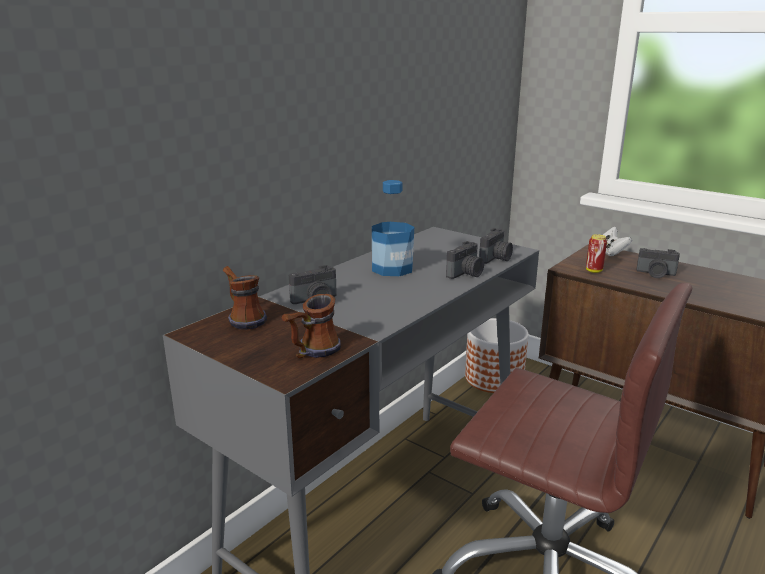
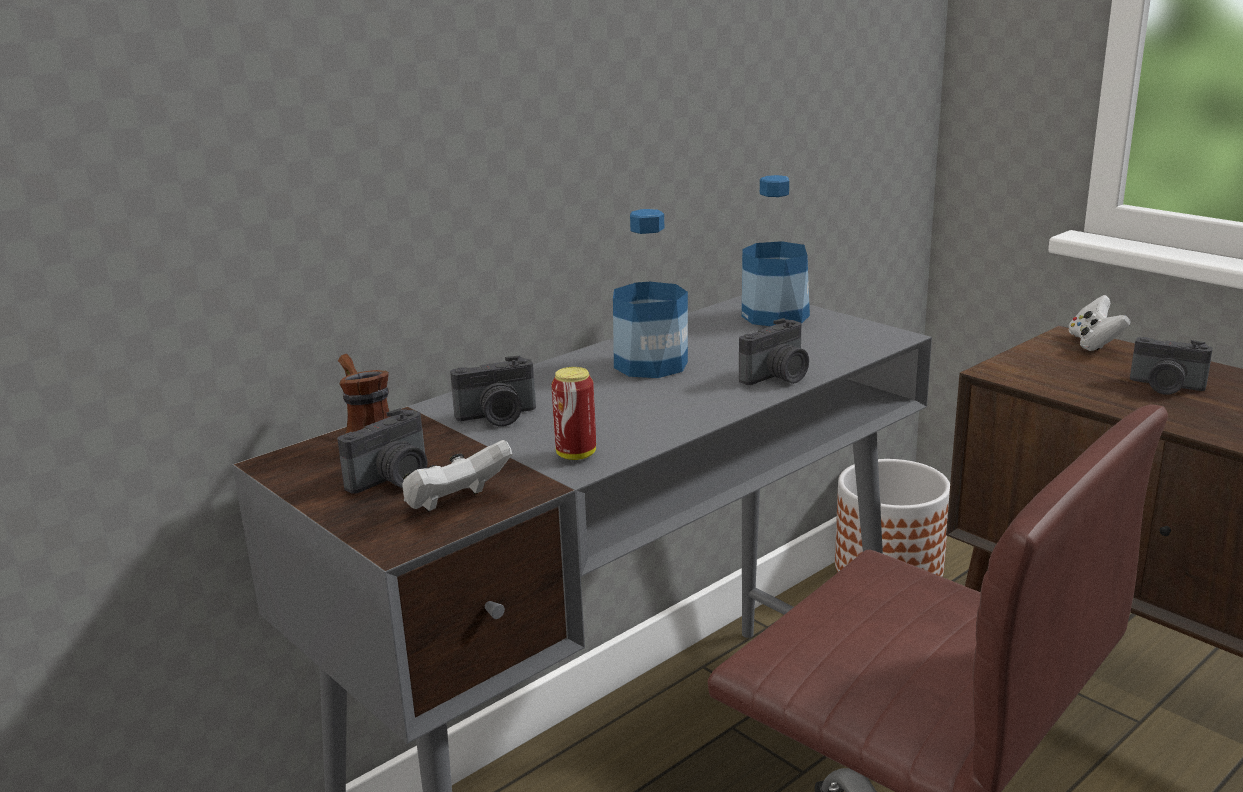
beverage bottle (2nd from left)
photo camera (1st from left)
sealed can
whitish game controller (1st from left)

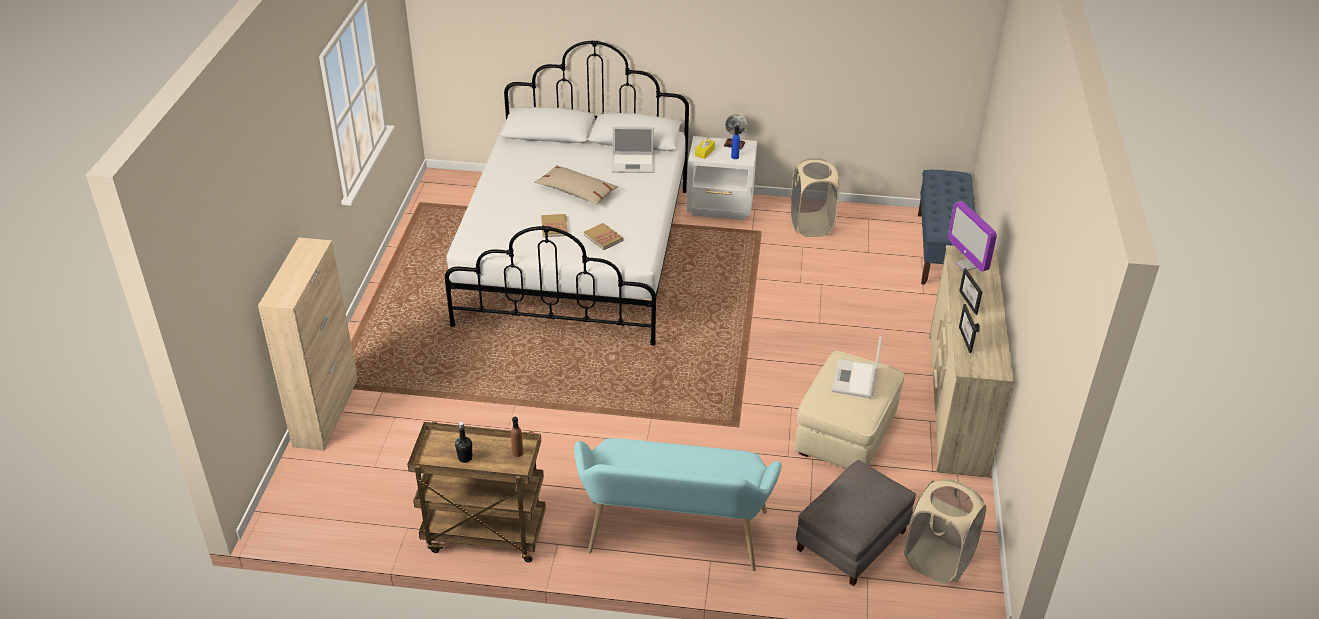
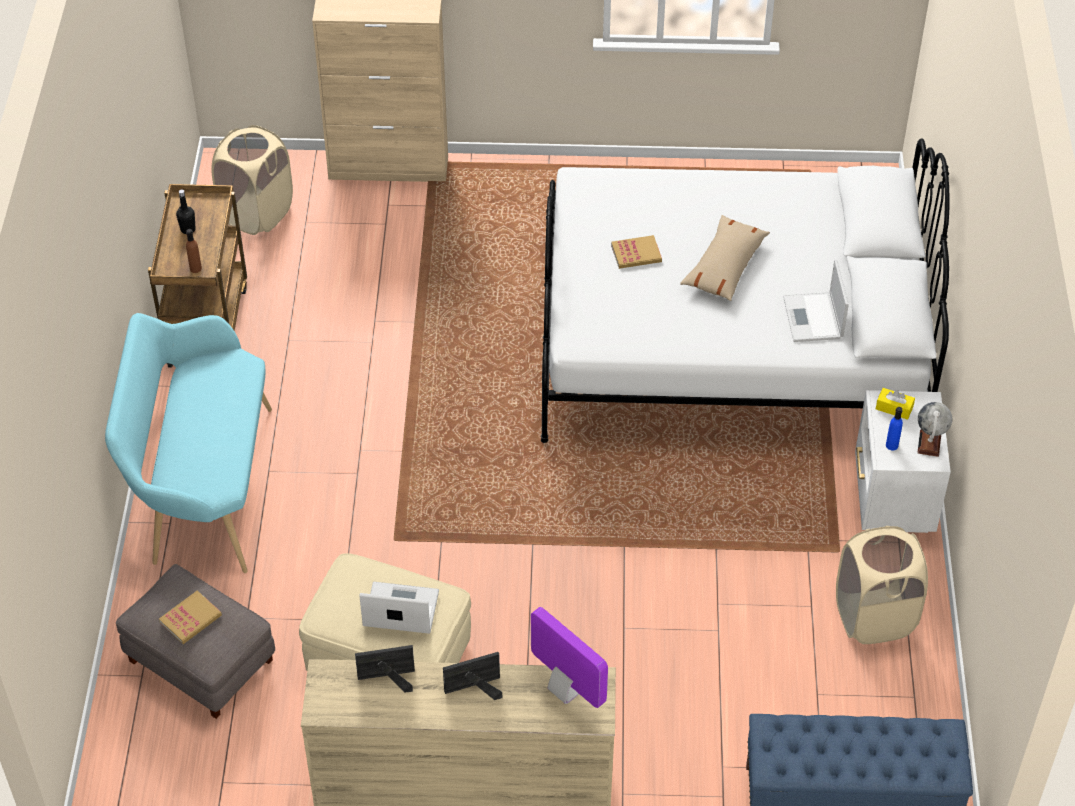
bound book (1st from left)
beige-coloured laundry basket (1st from left)
computer display

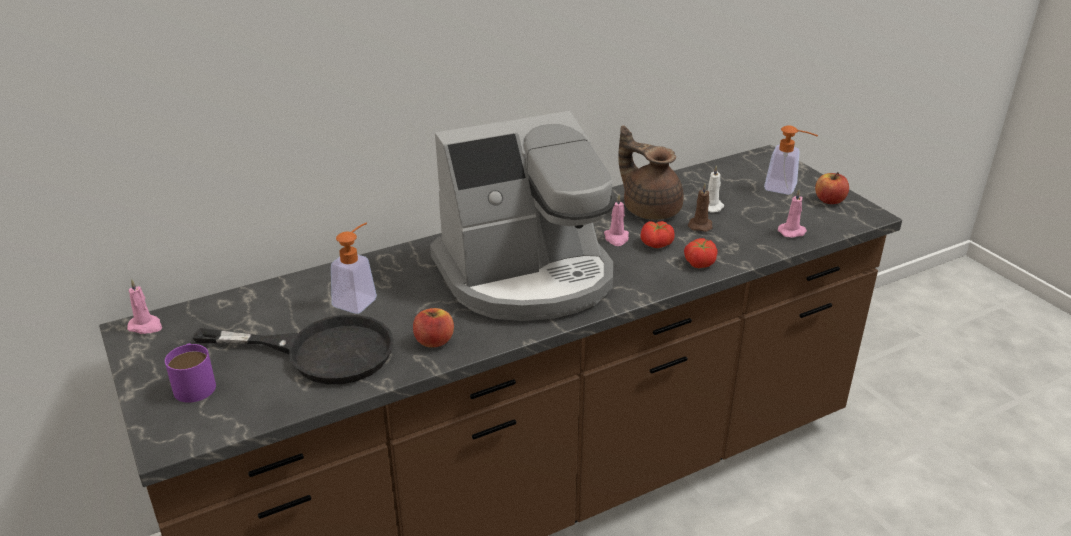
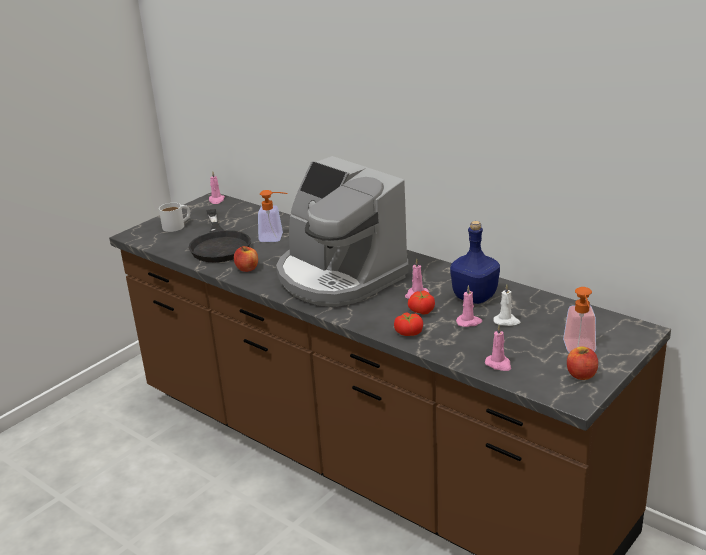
blue beverage bottle
whitish tea mug
pink wax light (3rd from left)

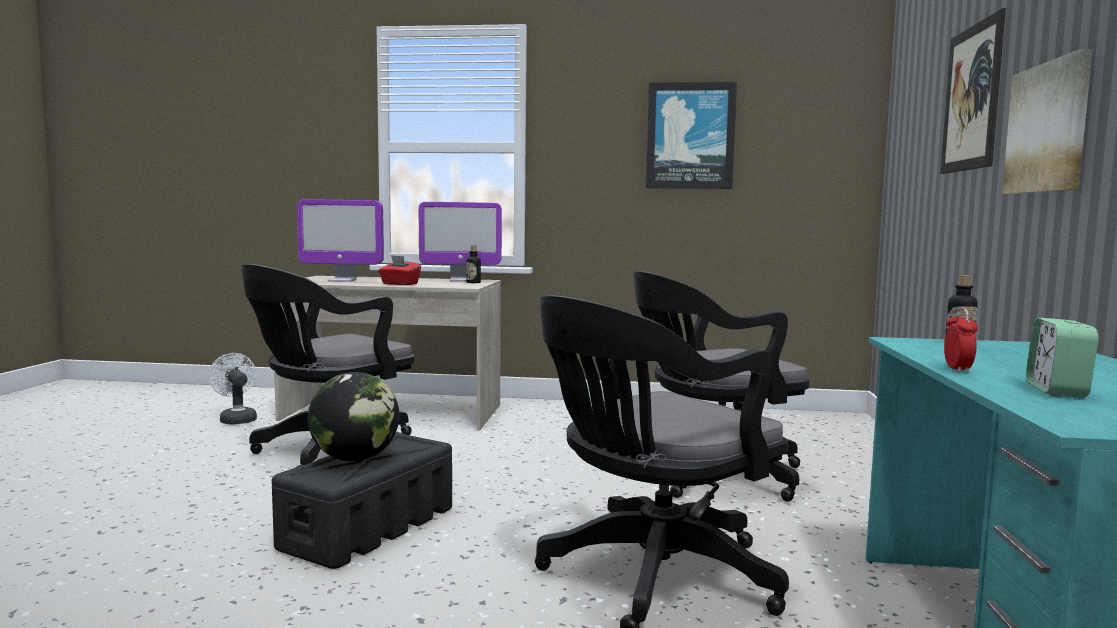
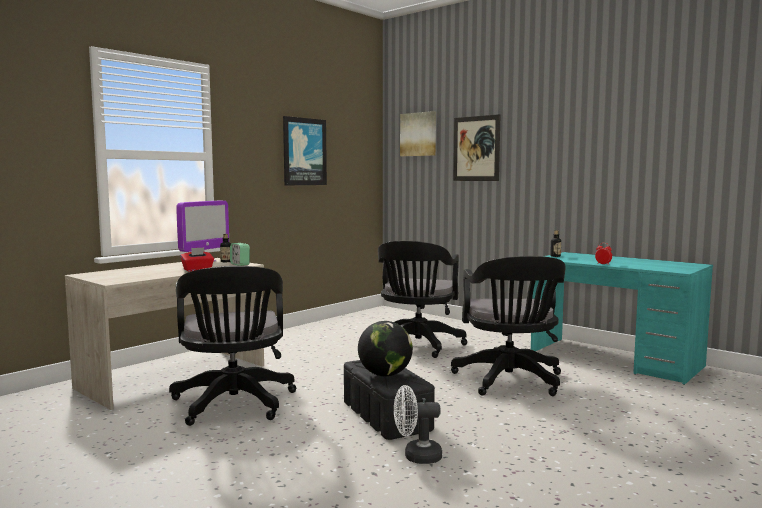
computer display (1st from left in the first image)
whitish electric fan
picture (2nd from left)
alarm clock (1st from left)

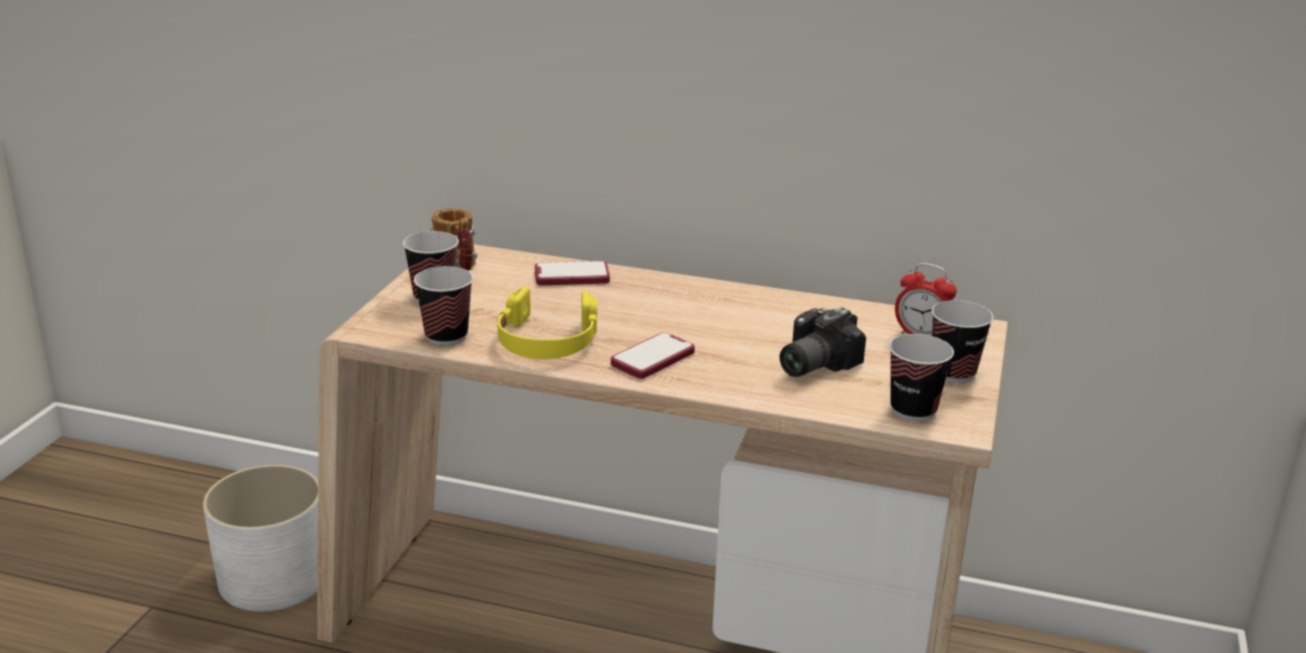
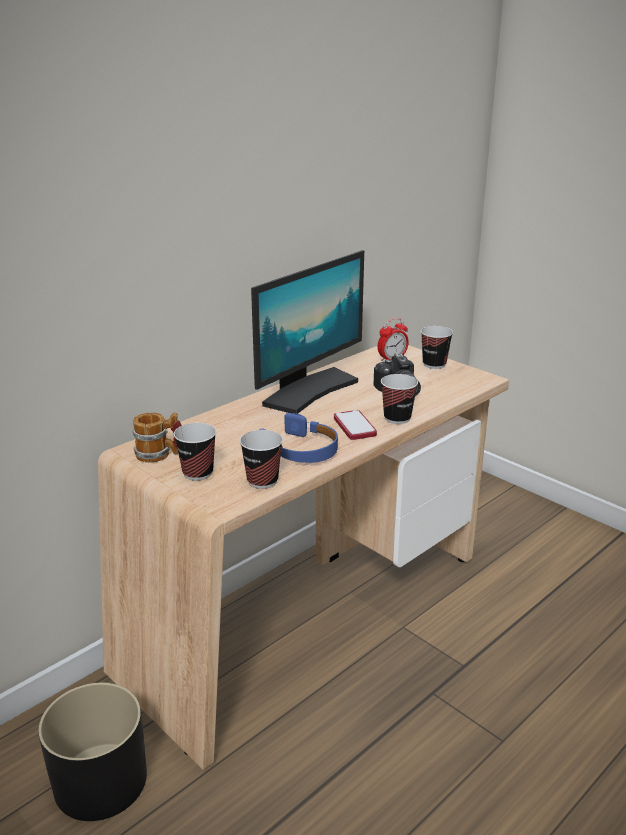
telephone (1st from left in the first image)
computer display
drinking cup (3rd from left)
black planter
blue headphones

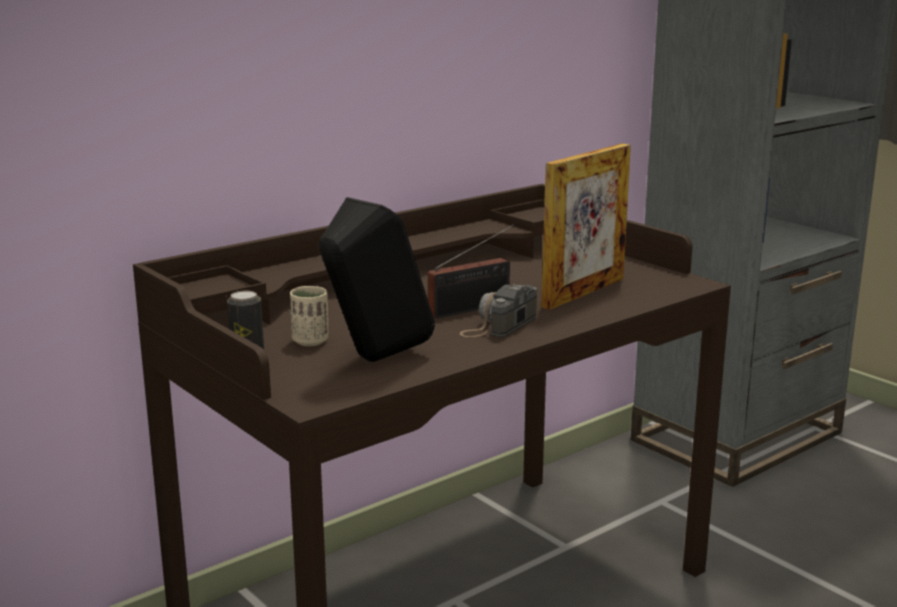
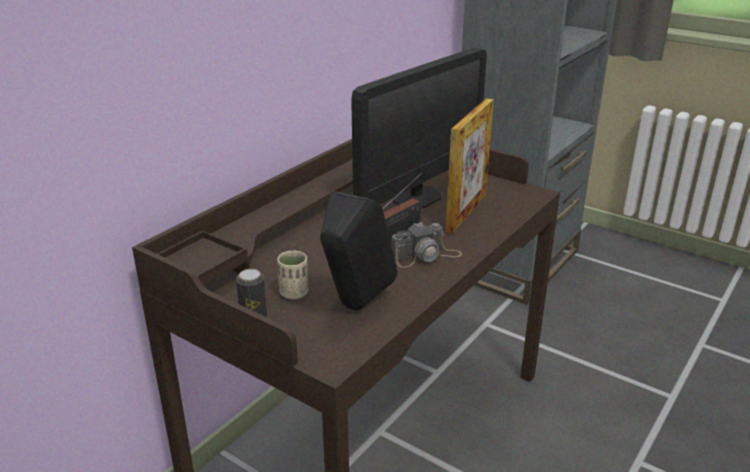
computer display
photo camera

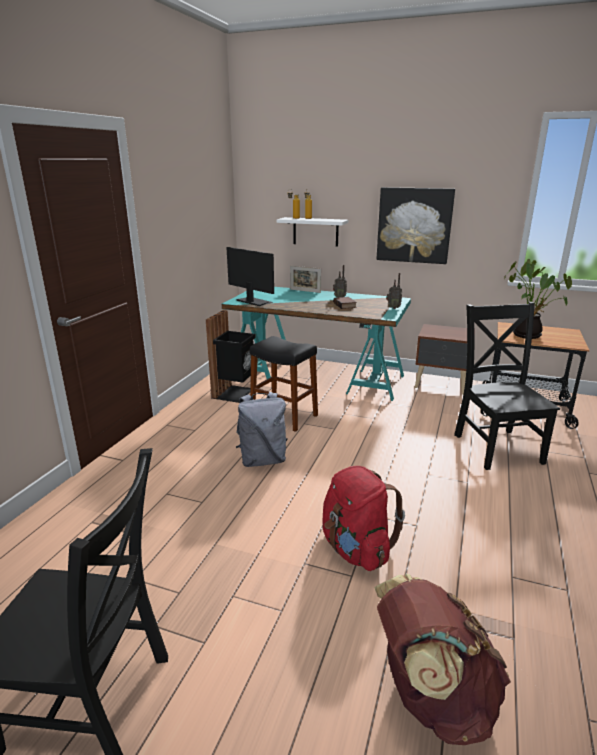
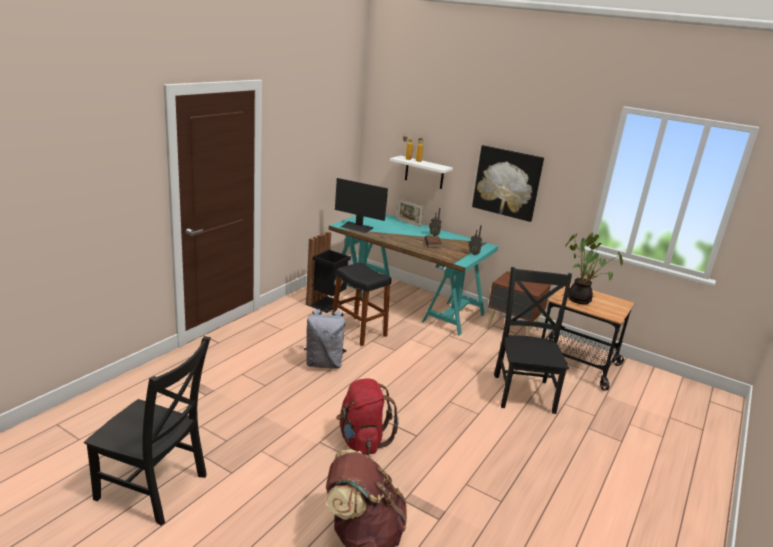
computer display

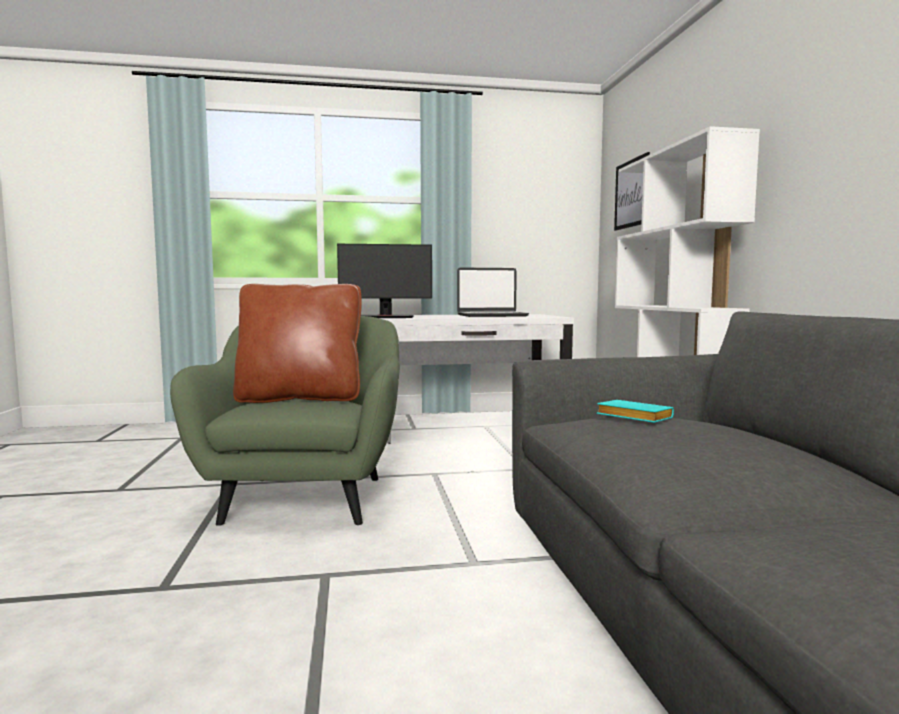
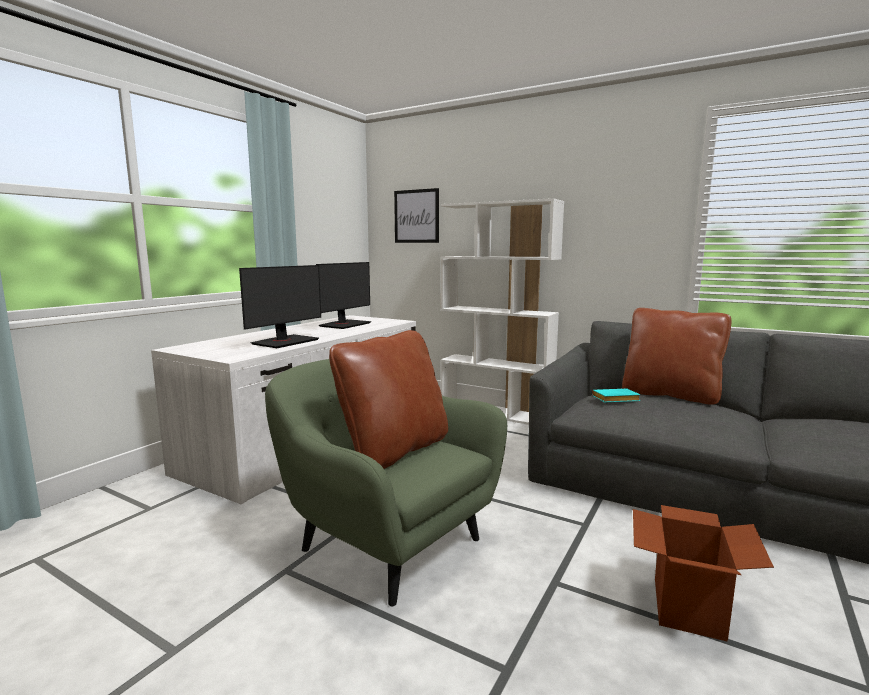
brown-coloured pillow (2nd from left)
cardboard box
computer display (2nd from left)

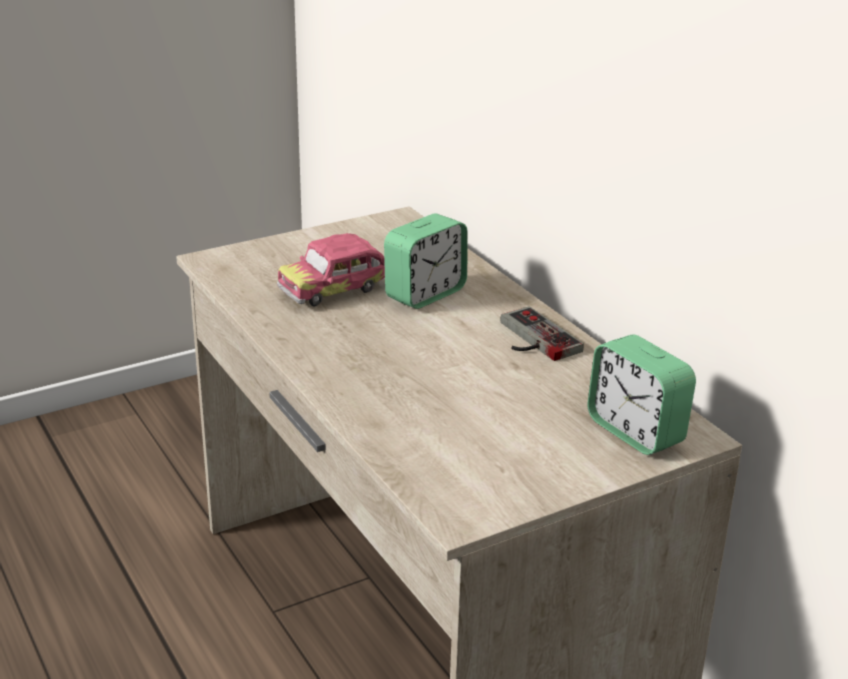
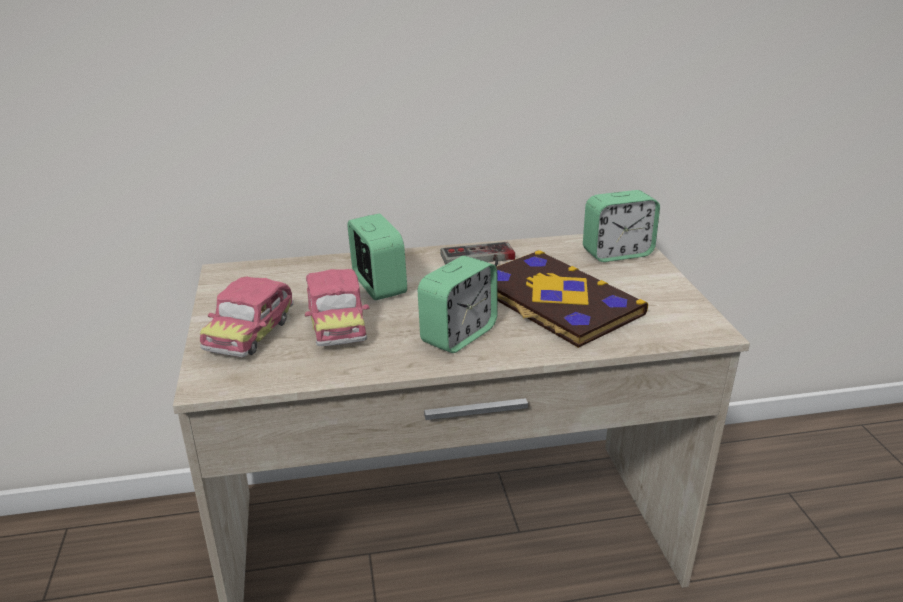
miniature car (1st from left)
alarm clock (2nd from left)
bound book

